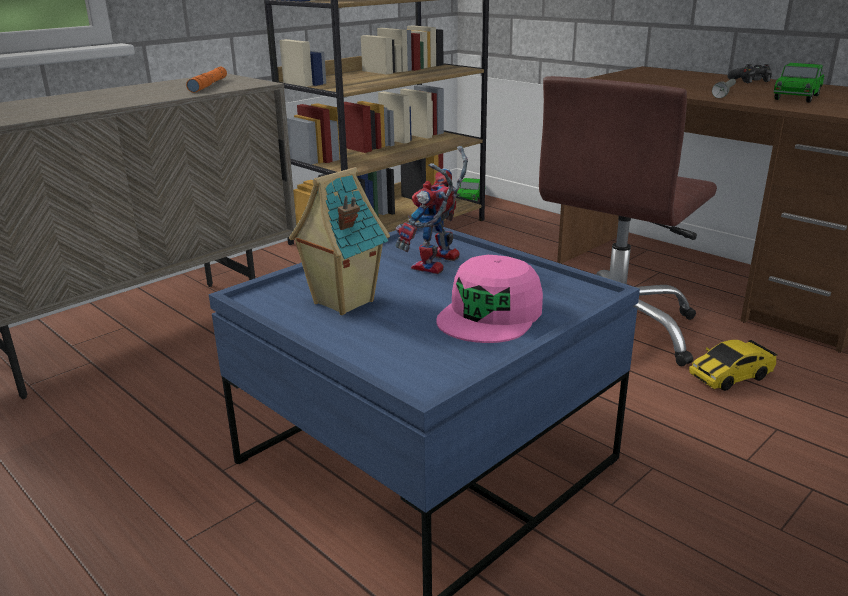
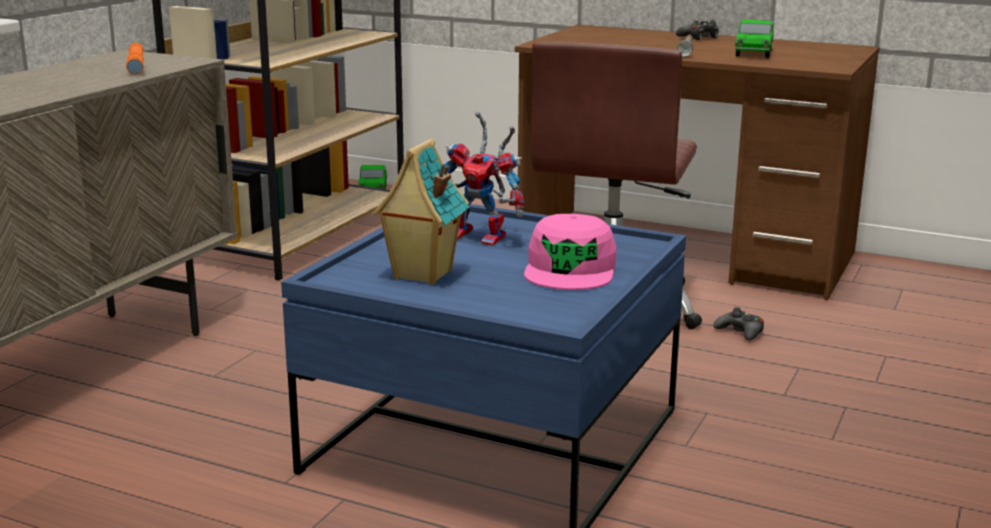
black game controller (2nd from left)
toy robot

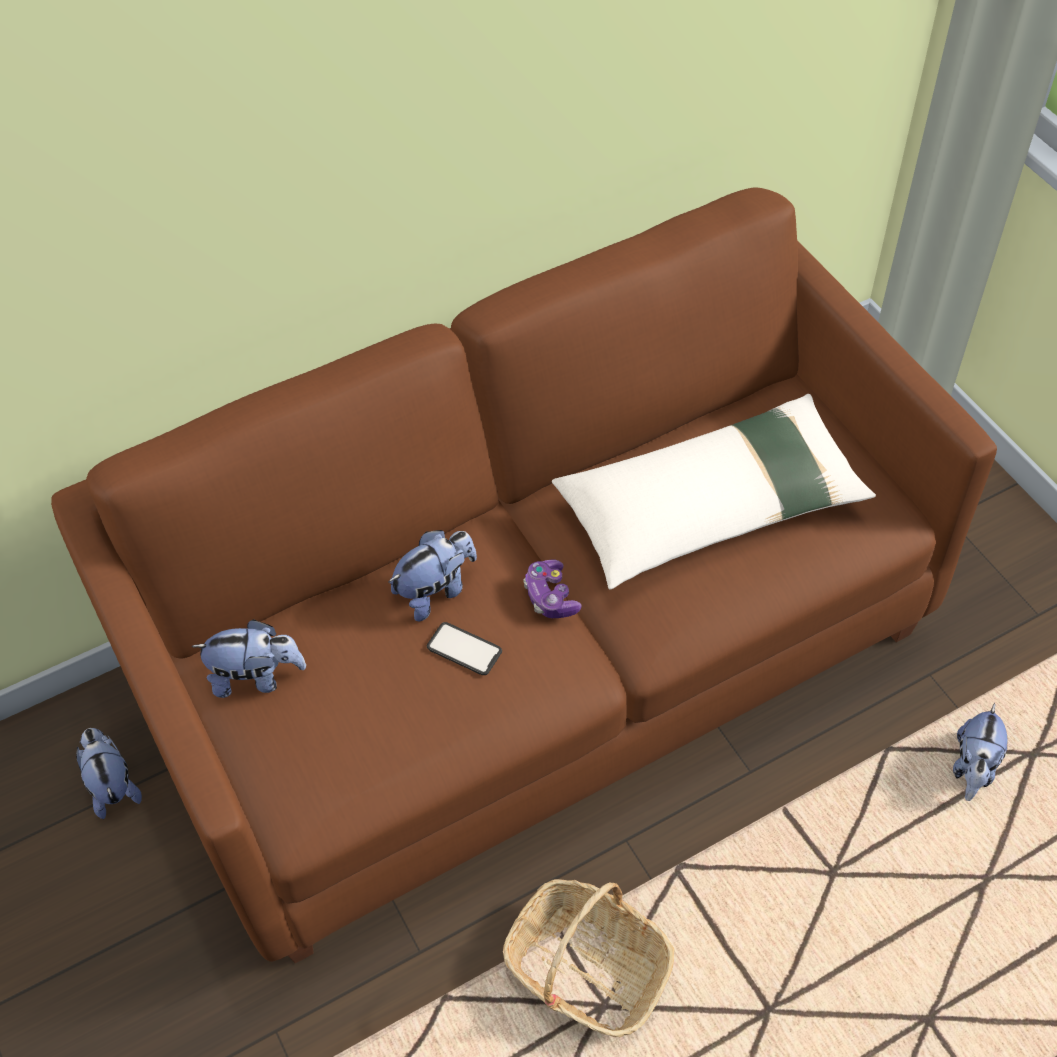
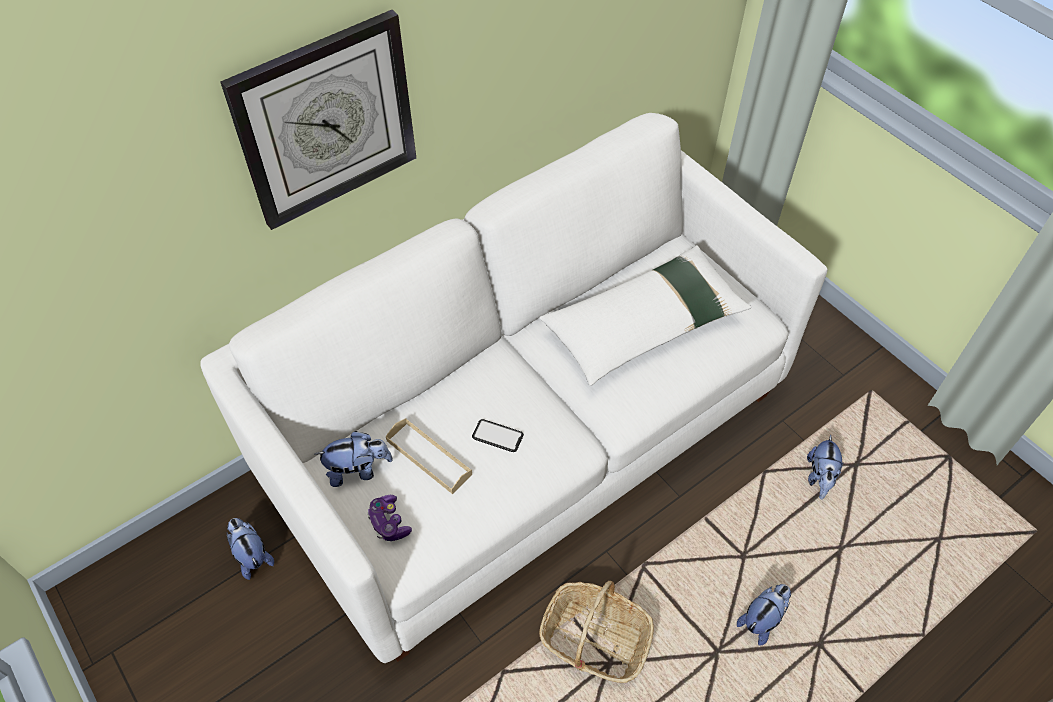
clock on the wall
beige-coloured tray
soft toy (3rd from left)
game controller
whitish couch

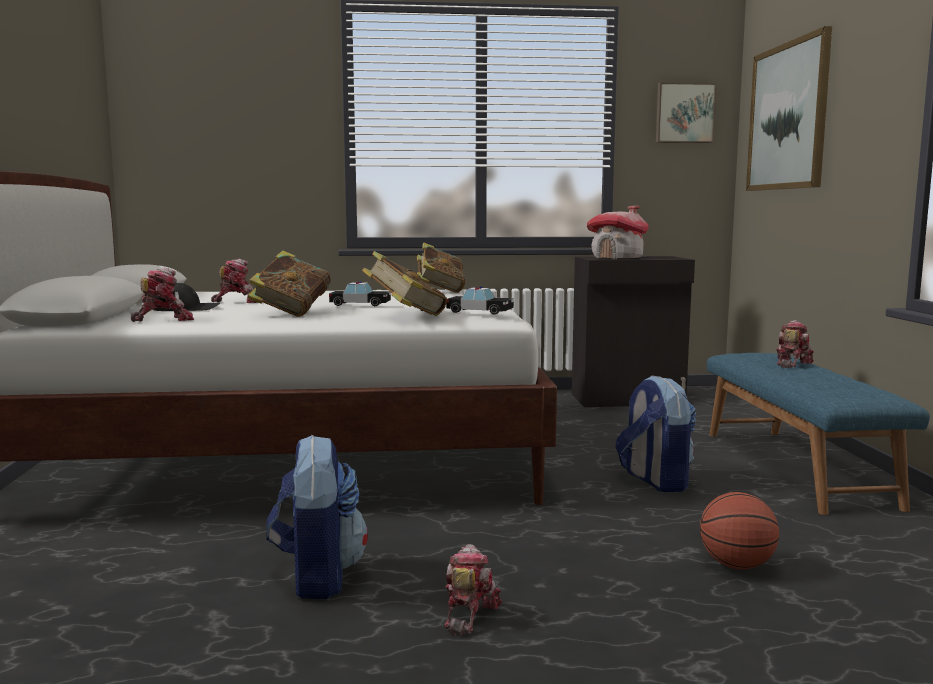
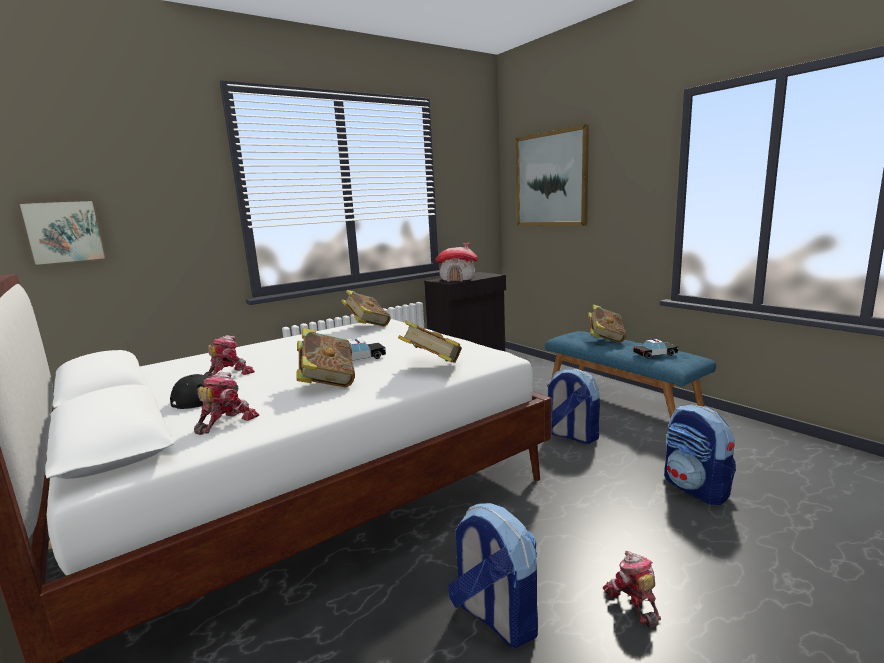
miniature car (2nd from left)
picture (1st from left)
knapsack (3rd from left)
bound book (4th from left)

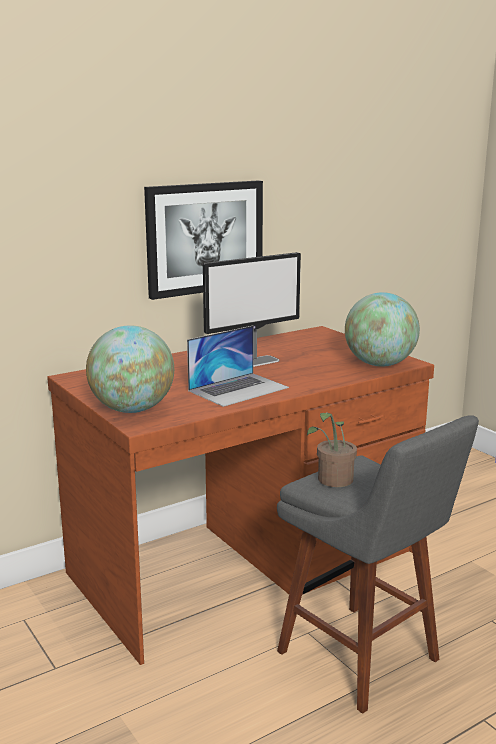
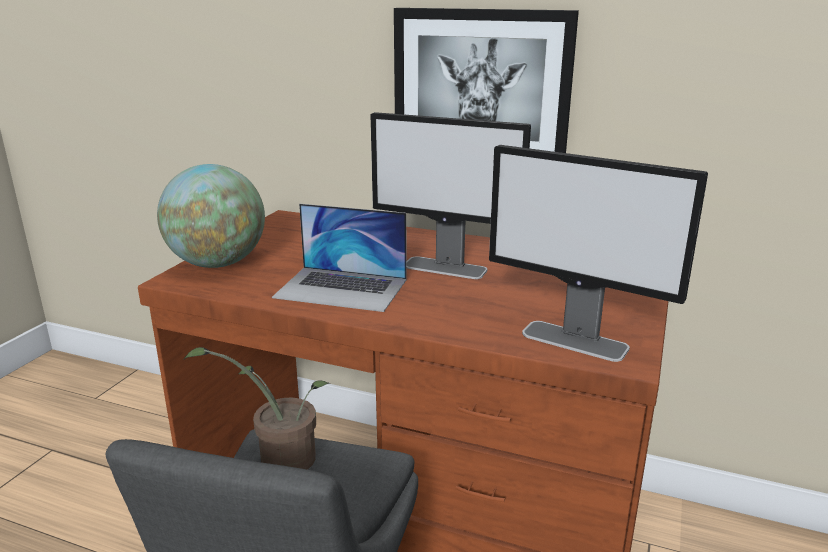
computer display (2nd from left)

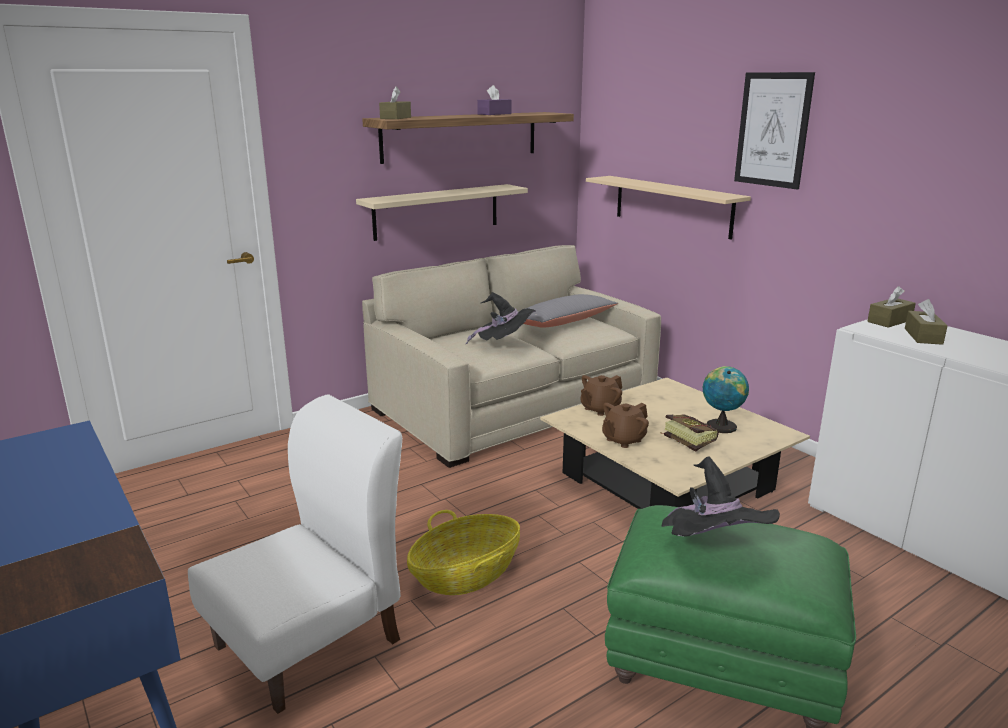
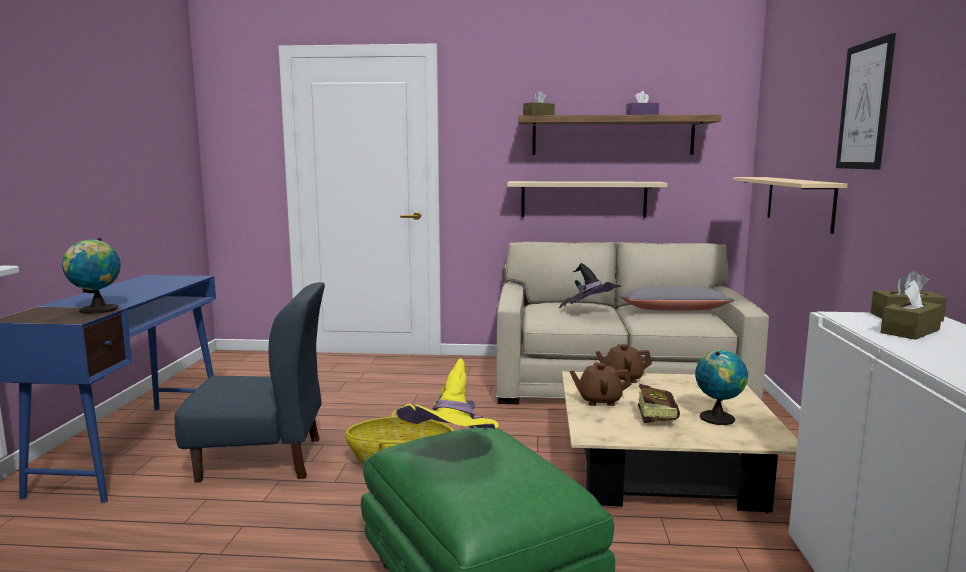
world globe (1st from left)
blue plain chair
yellow wearable hat

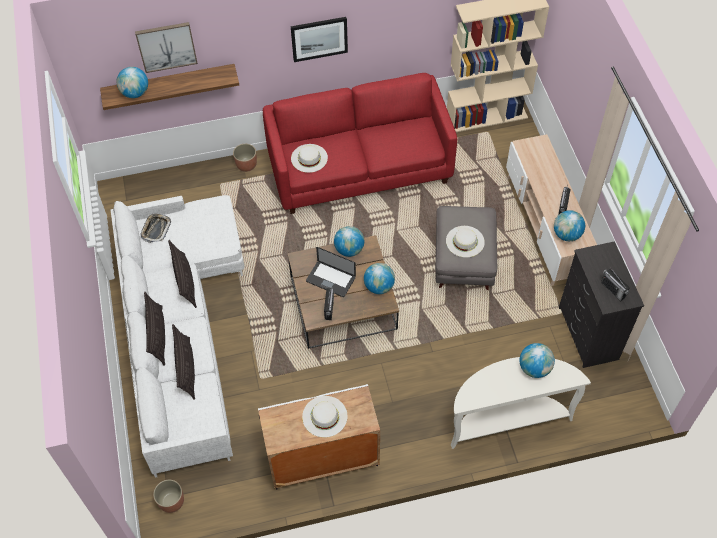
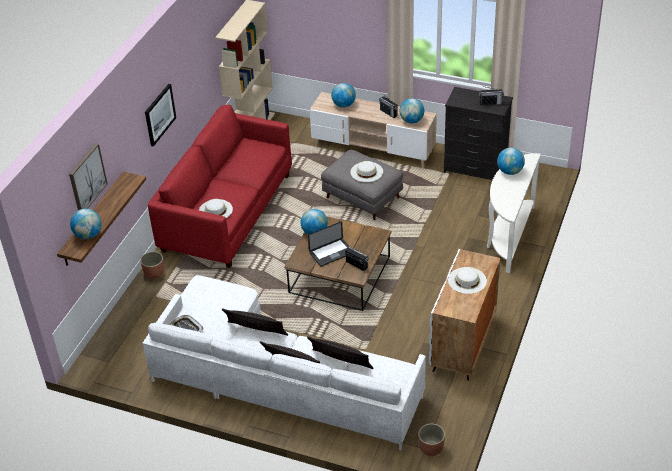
world globe (3rd from left)

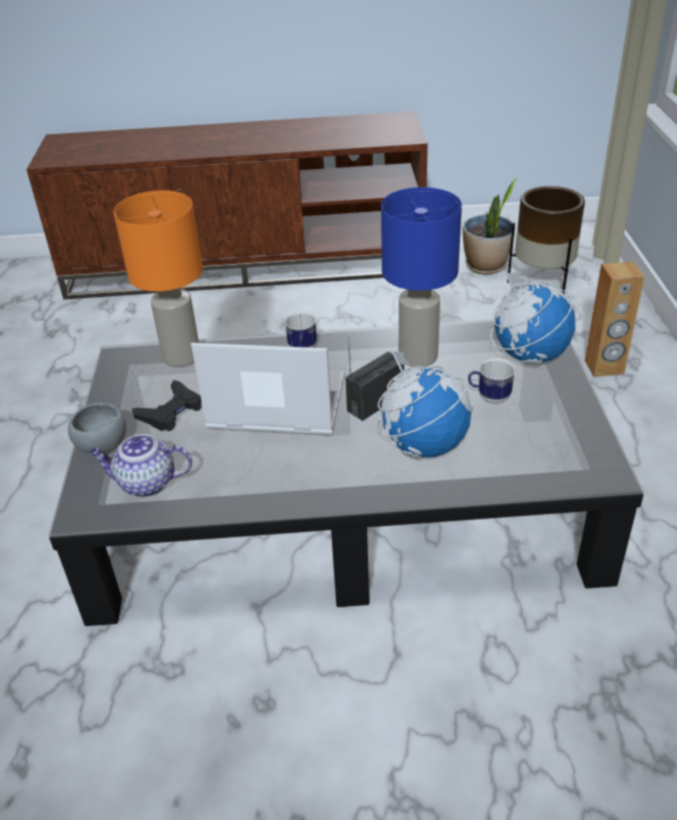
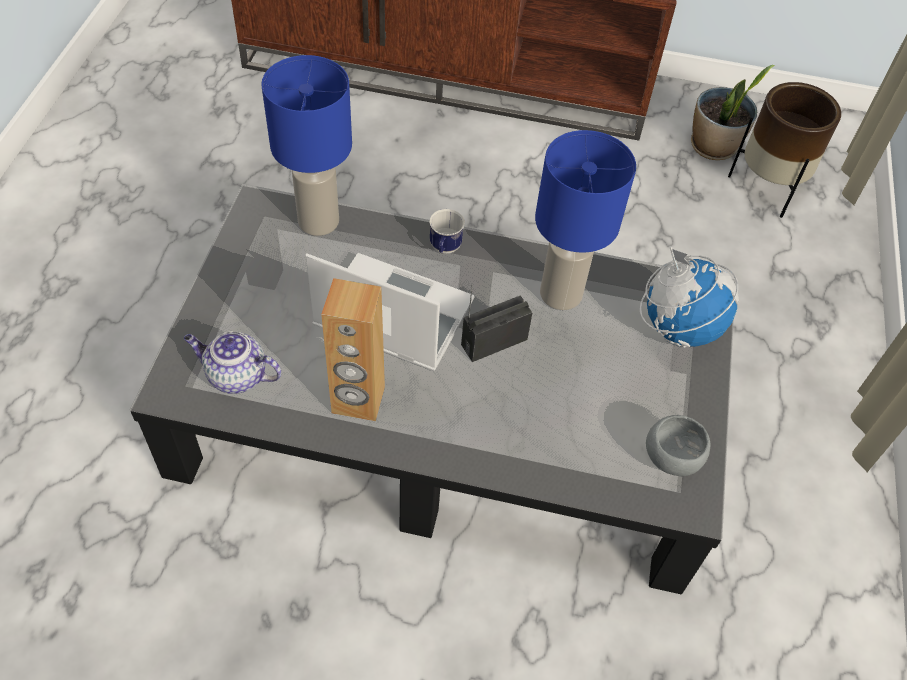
black game controller
world globe (1st from left in the first image)
tea mug (2nd from left in the first image)
gray serving bowl
brown-coloured audio speaker
blue table lamp (1st from left)

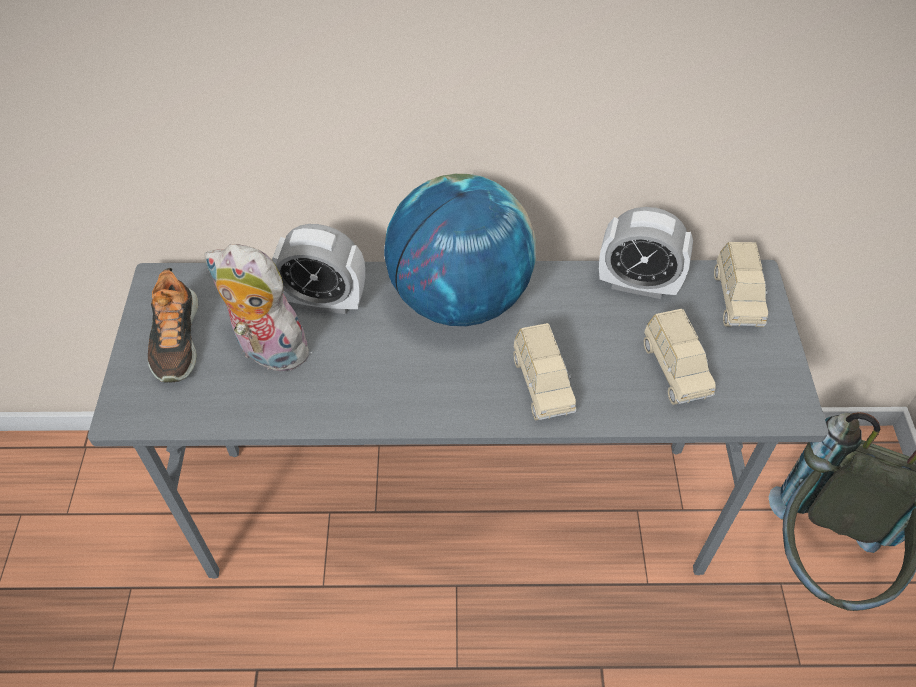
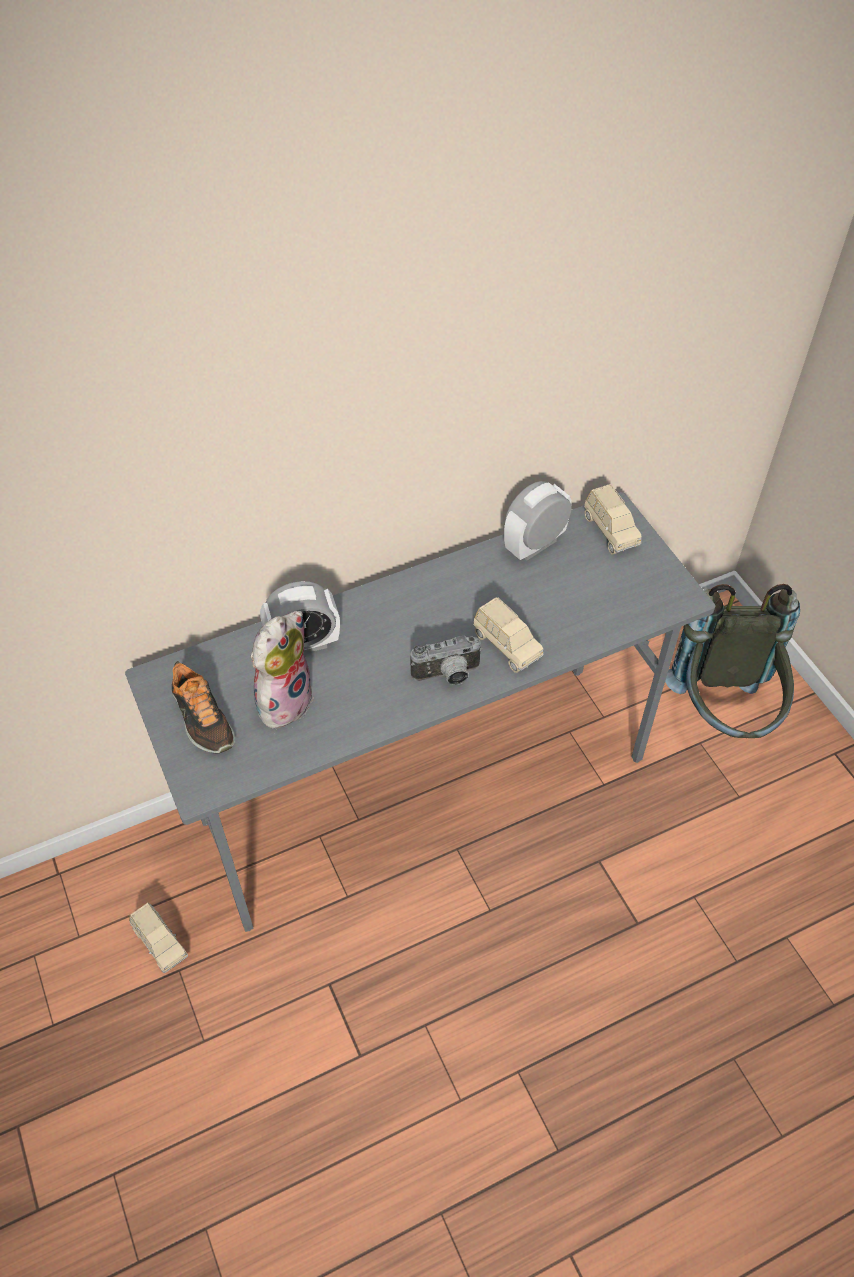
world globe
photo camera
beige-coloured miniature car (1st from left)
soft toy
alarm clock (2nd from left)

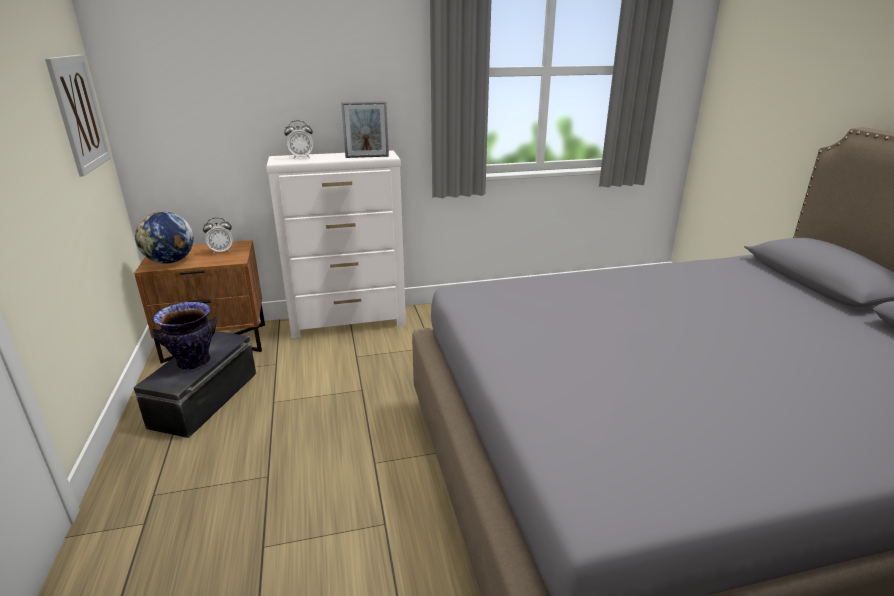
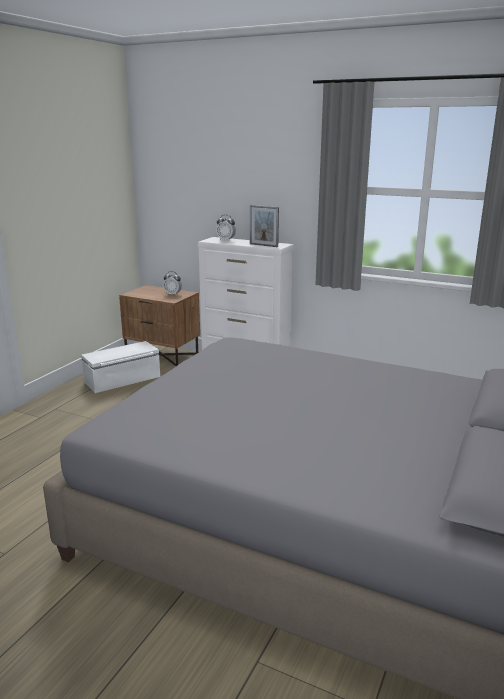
picture
world globe
vase
whitish storage box

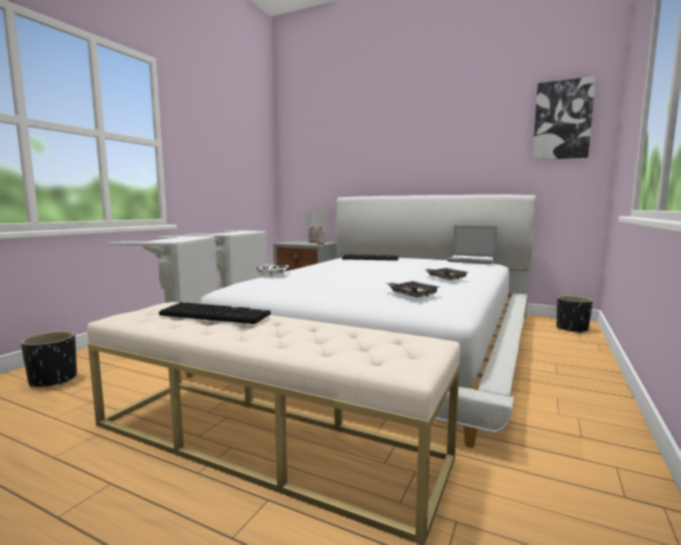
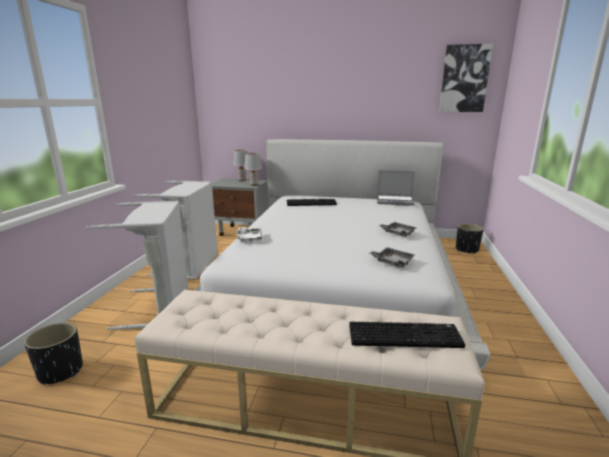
PC keyboard (2nd from left)

